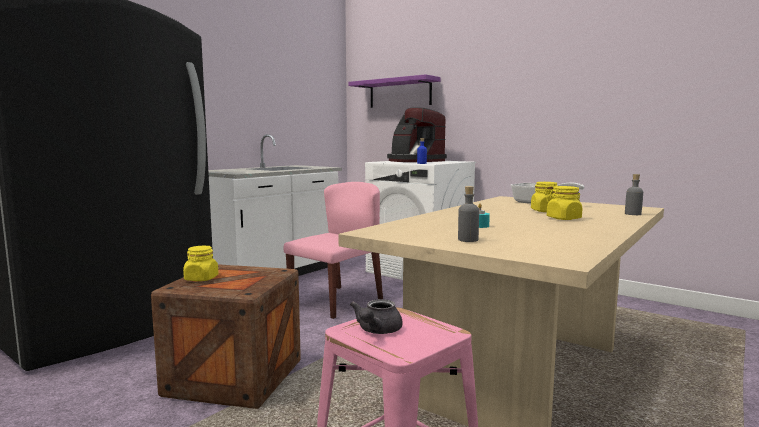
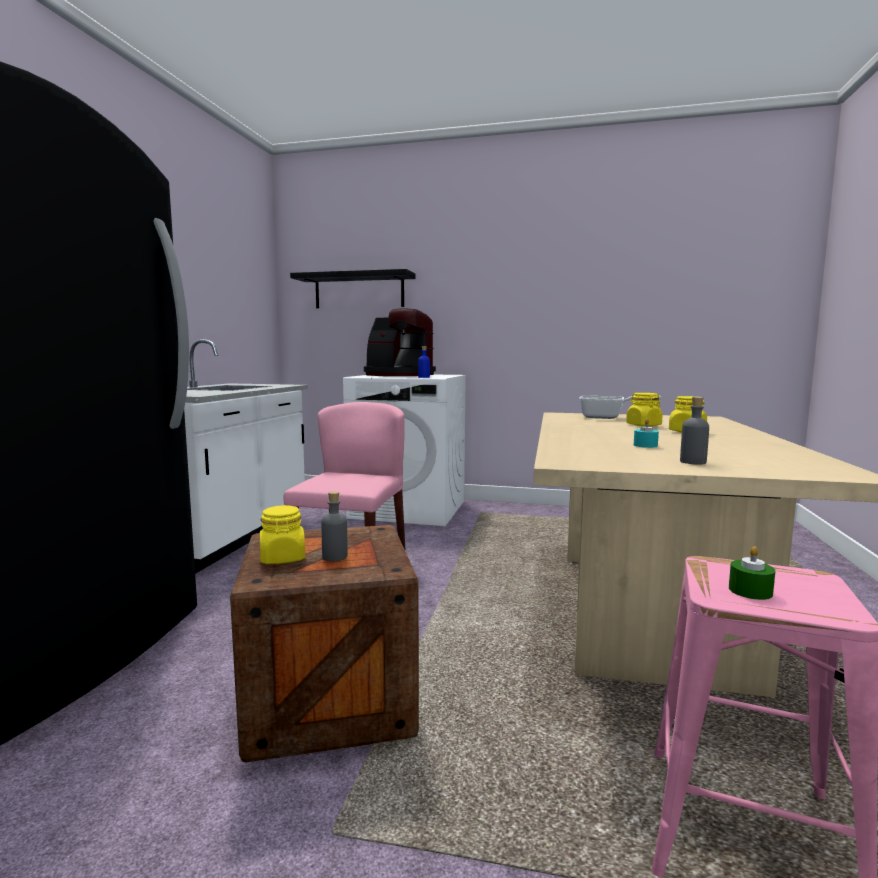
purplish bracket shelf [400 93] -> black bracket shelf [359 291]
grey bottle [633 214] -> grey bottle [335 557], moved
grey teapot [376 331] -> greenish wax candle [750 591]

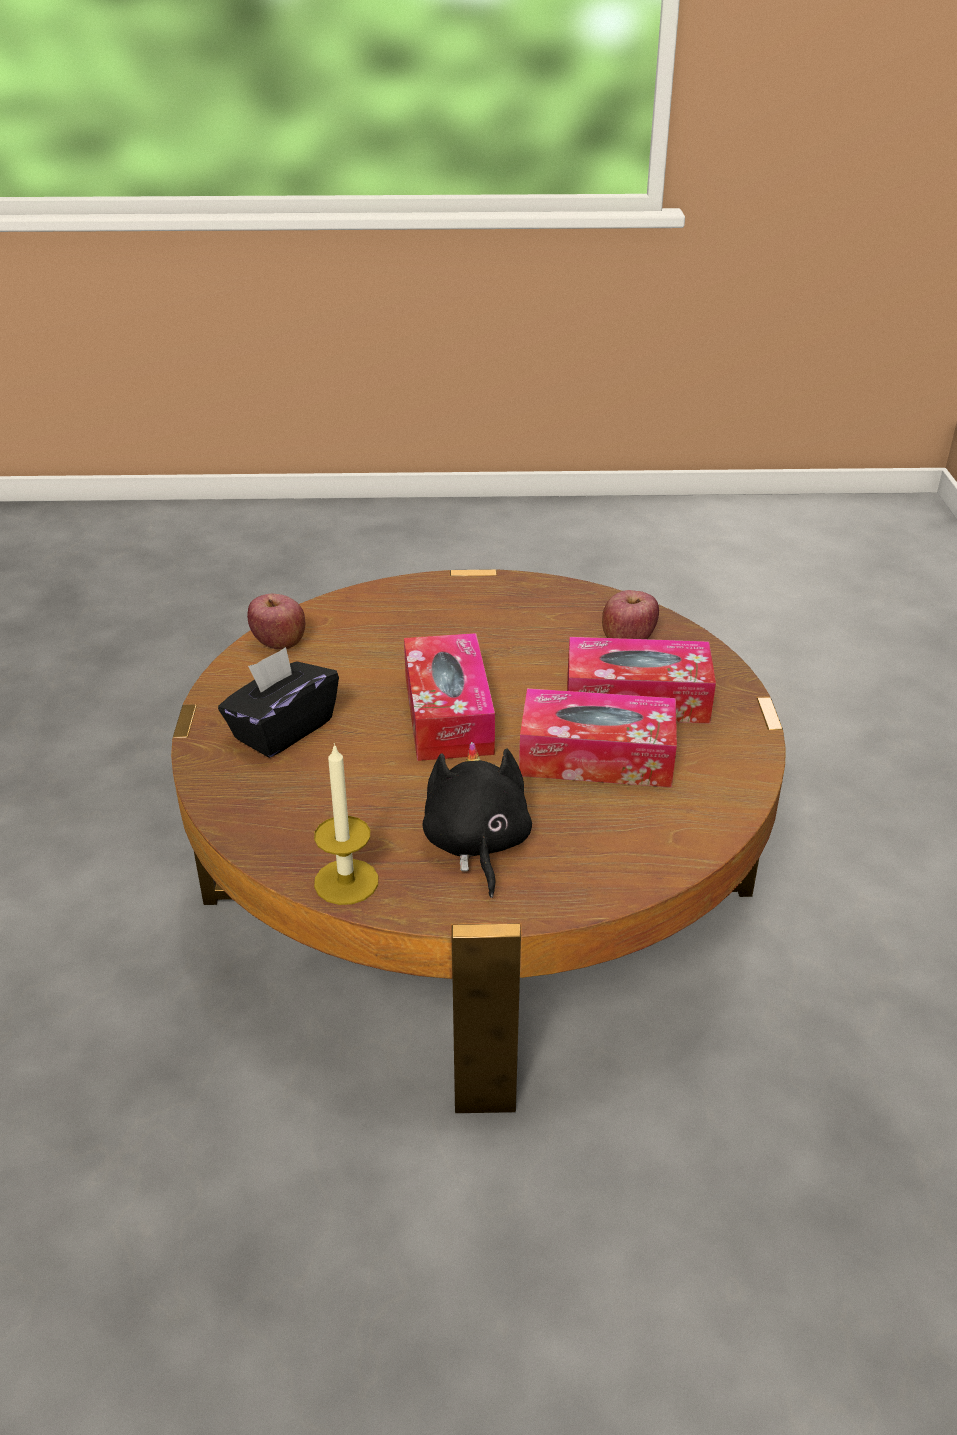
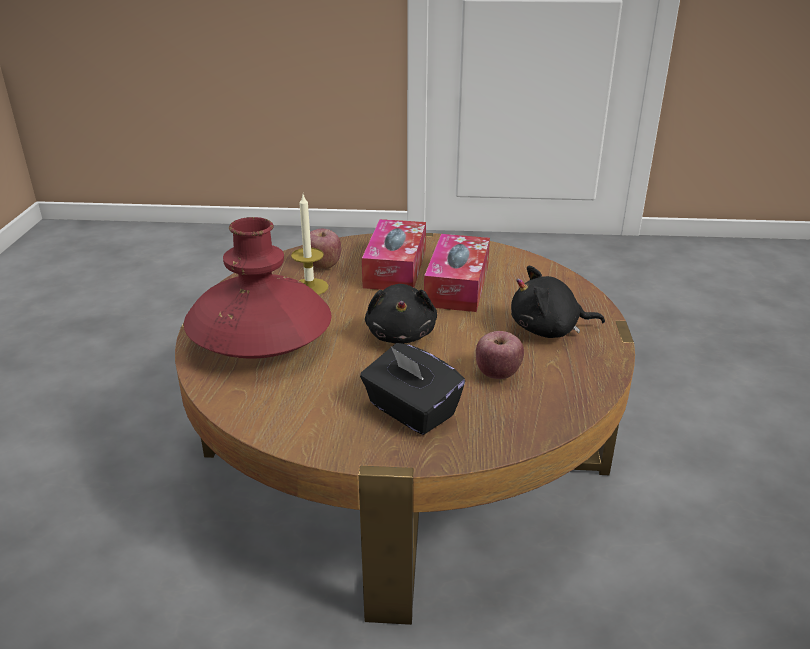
none -> red vase [261 341]
wax candle [346 882] -> wax candle [309 287], moved
tissue box [448 714] -> black plush toy [401 334]
apple [279 643] -> apple [498 374], moved

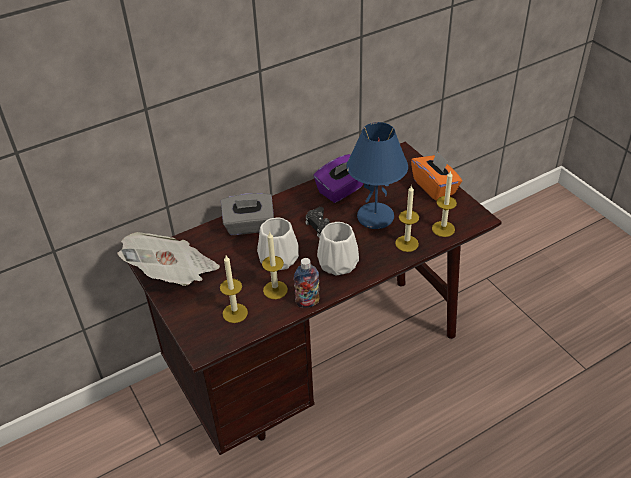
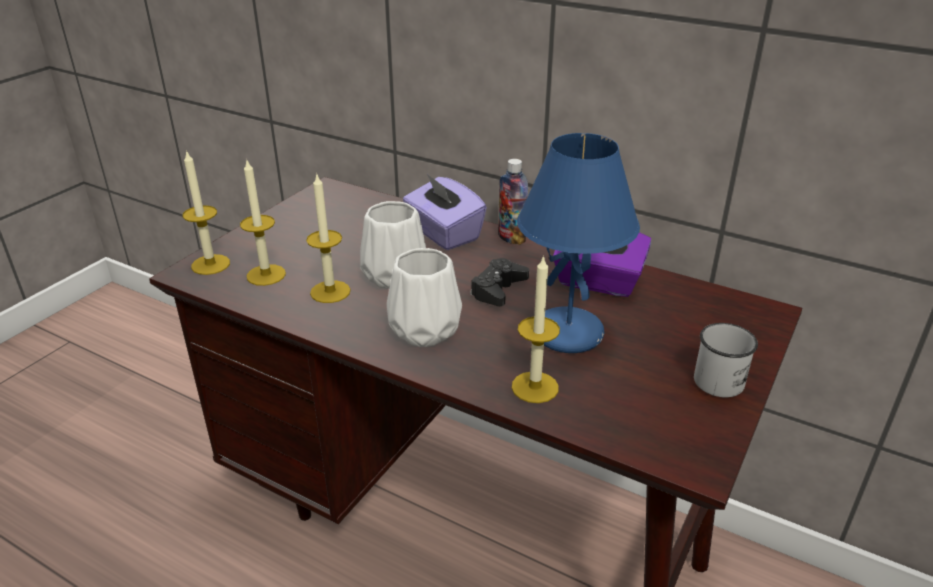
wax candle [443 229] -> wax candle [210 264], moved
grey tissue box [249 226] -> purplish tissue box [443 234]
bottle [307 302] -> bottle [511 238], moved
orangey tissue box [435 187] -> white coffee mug [721 377]
daily paper [174 275] -> none

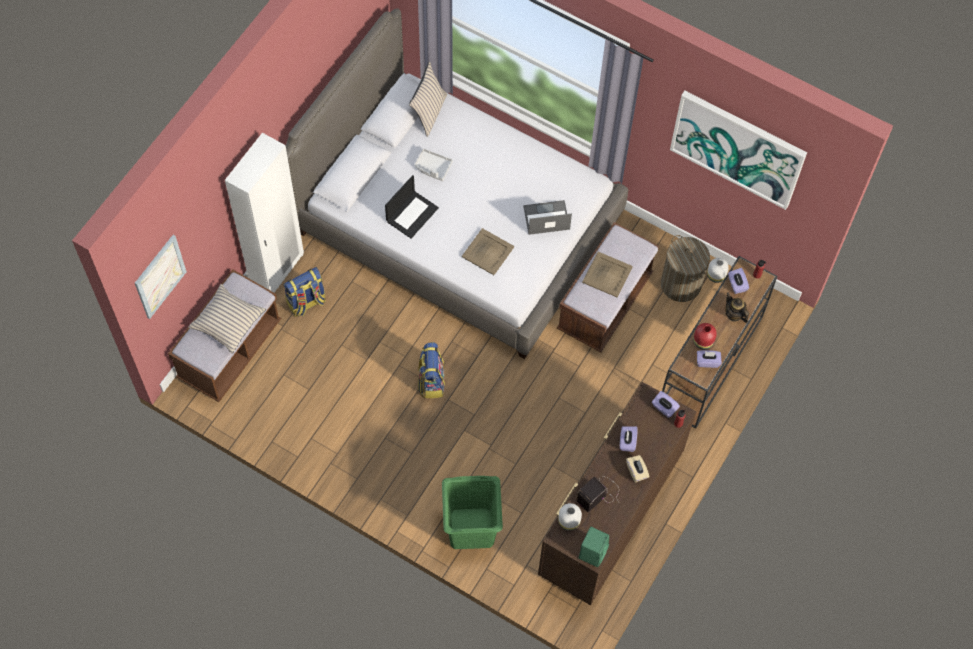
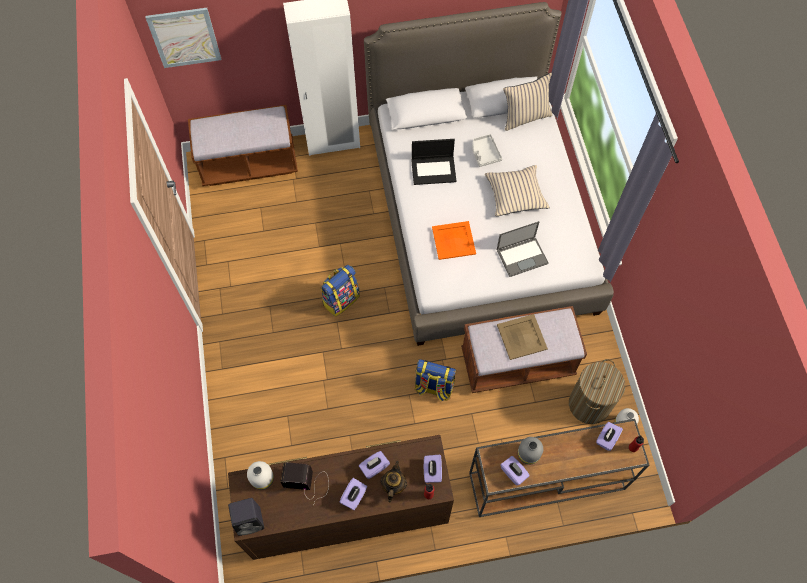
greenish audio speaker [593 552] -> black audio speaker [250 520]
sand-coloured tissue box [636 471] -> purplish tissue box [354 496]
teapot [734 314] -> teapot [393 485], moved
rucksack [306 303] -> rucksack [433 387], moved
sand-coloured carrying tray [487 252] -> orangey carrying tray [453 240]
sand-coloured pillow [227 322] -> sand-coloured pillow [515 194], moved
laptop [546 218] -> laptop [522 256], 120 degrees clockwise
red vase [703 341] -> grey vase [529 454]
greenish washing basket [472 528] -> none
wall art [737 148] -> none

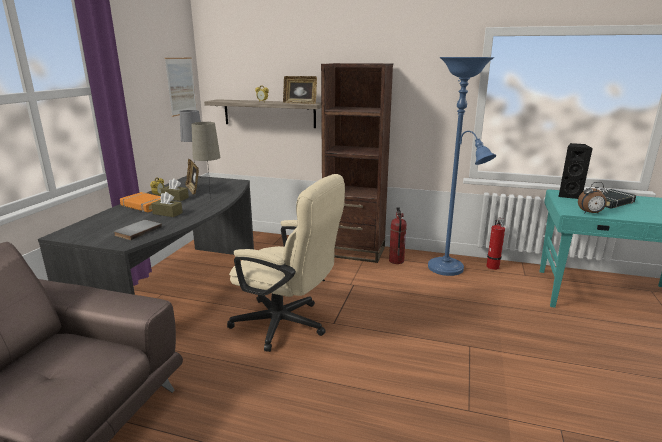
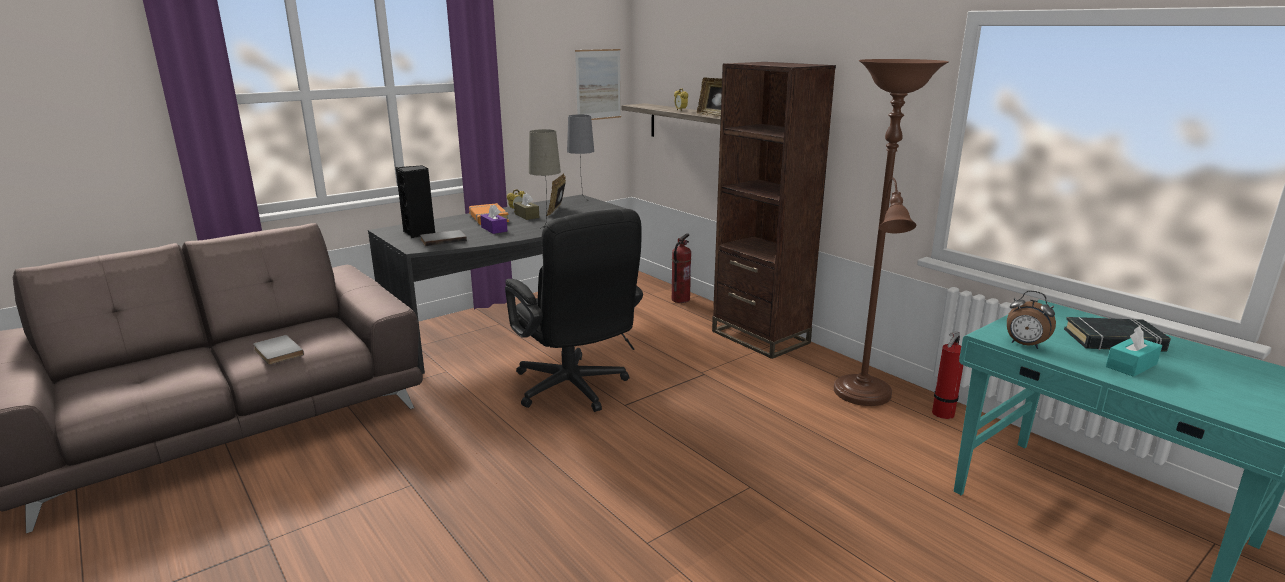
none -> grey bound book [276 352]
black audio speaker [569 195] -> black audio speaker [419 233], moved
brownish tissue box [167 213] -> purplish tissue box [494 229]
sand-coloured computer chair [287 325] -> black computer chair [575 390]
fire extinguisher [396 261] -> fire extinguisher [680 299], moved
blue-coloured floor lamp [449 269] -> brownish floor lamp [863 396]
none -> turquoise-coloured tissue box [1131 365]

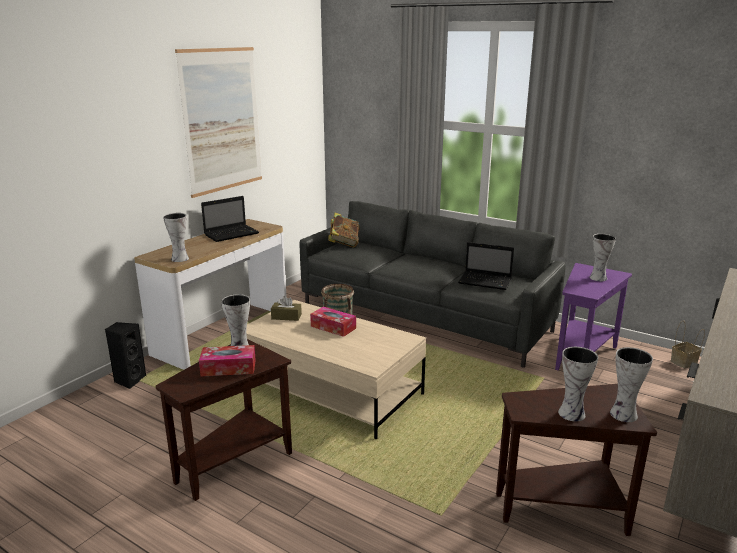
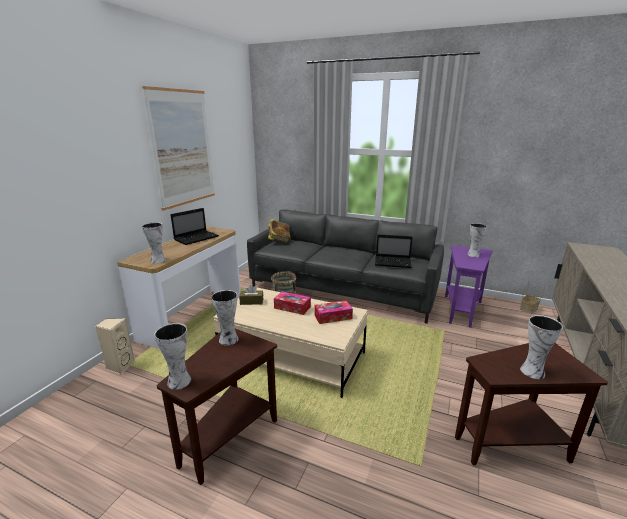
black audio speaker [129 380] -> sand-coloured audio speaker [120 366]
vase [622 414] -> vase [178 381], moved
tissue box [228 368] -> tissue box [333 317], moved

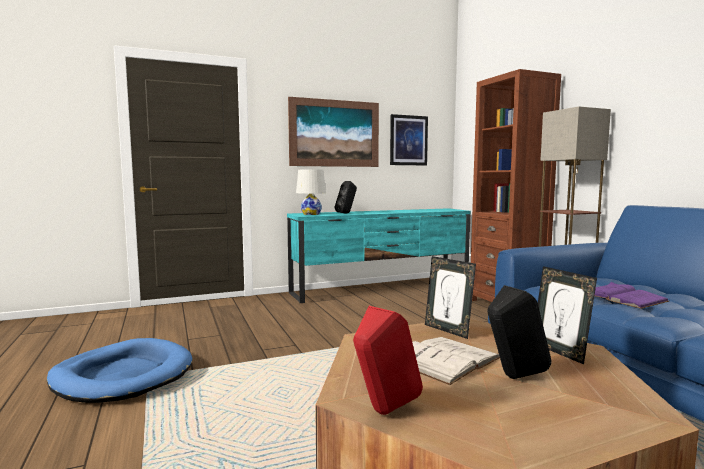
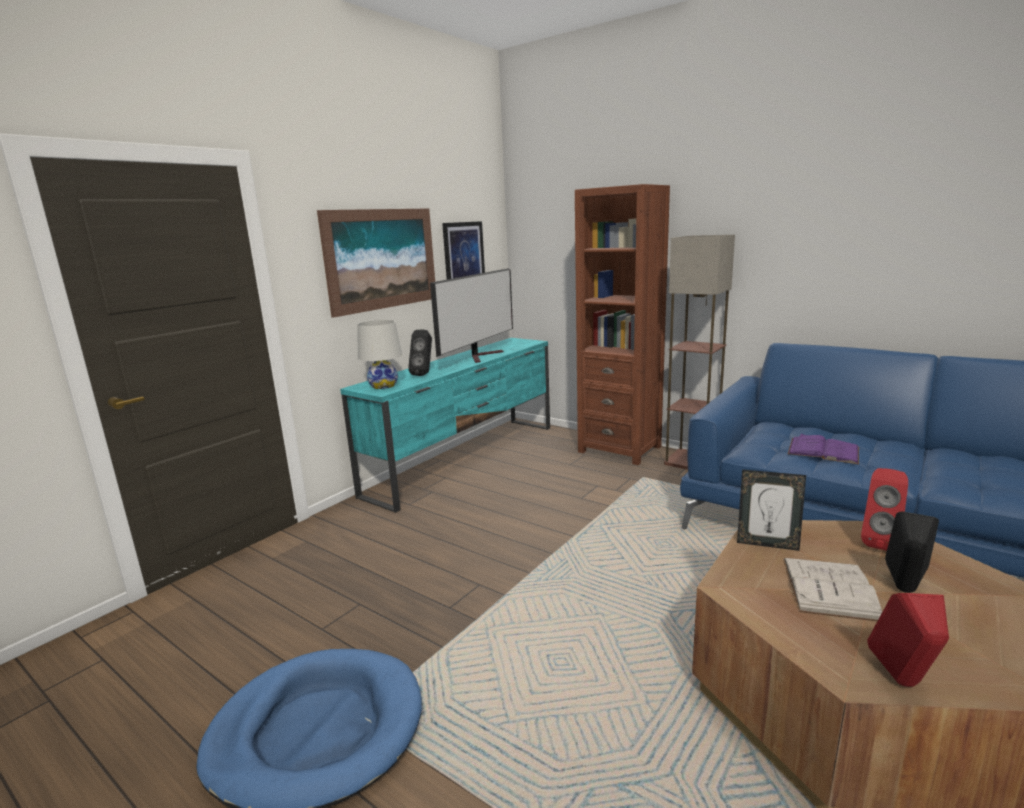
none -> television [482 356]
standing frame [559 352] -> red audio speaker [879 541]

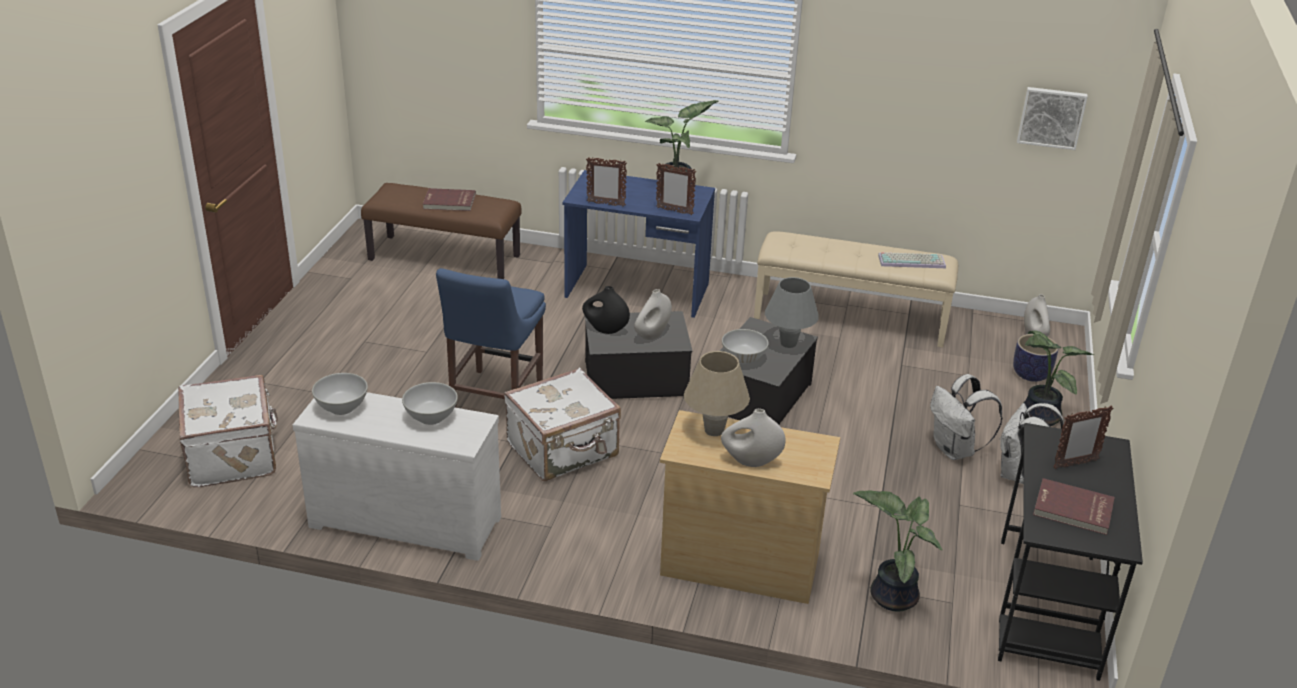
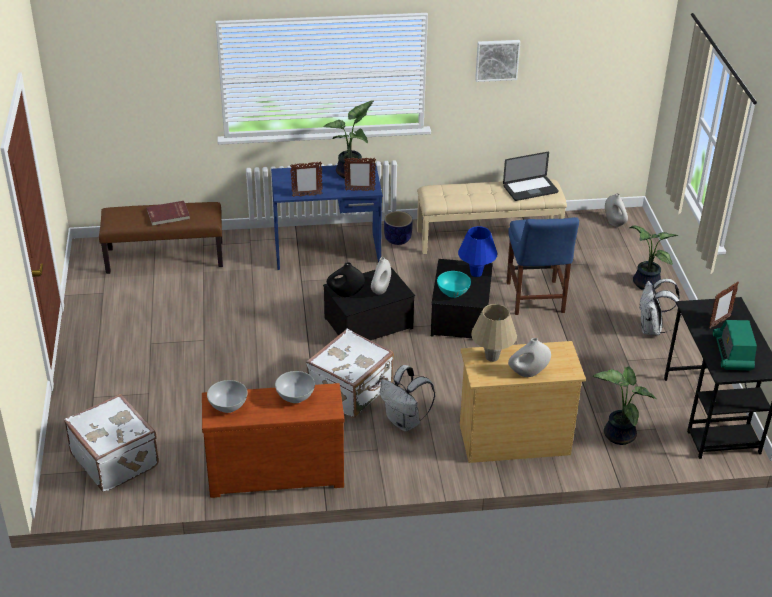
white chest of drawers [407 519] -> brownish chest of drawers [275 471]
white rucksack [955 450] -> white rucksack [405 422], moved
planter [1031 374] -> planter [398 239], moved
white deep dish [743 358] -> turquoise-coloured deep dish [453 292]
grey table lamp [788 343] -> blue-coloured table lamp [476 273]
wall art [1051 117] -> wall art [497 59], moved
PC keyboard [912 261] -> laptop [530 189]
blue-coloured plain chair [494 398] -> blue-coloured plain chair [535 300], moved
red bound book [1073 509] -> radio set [732 354]

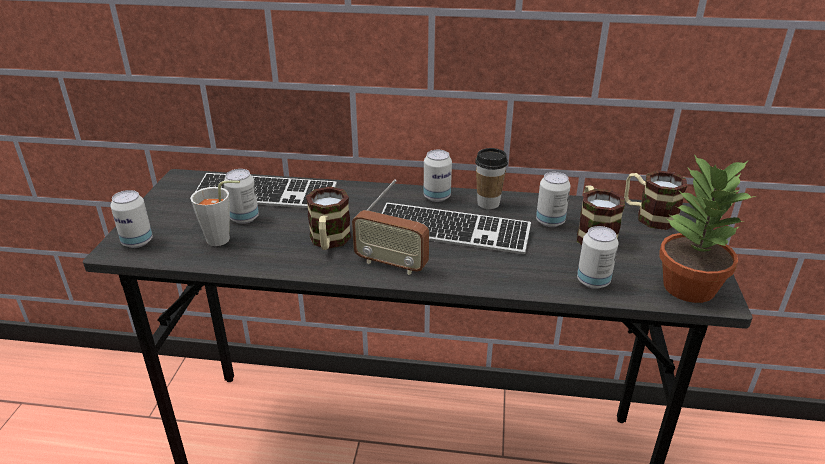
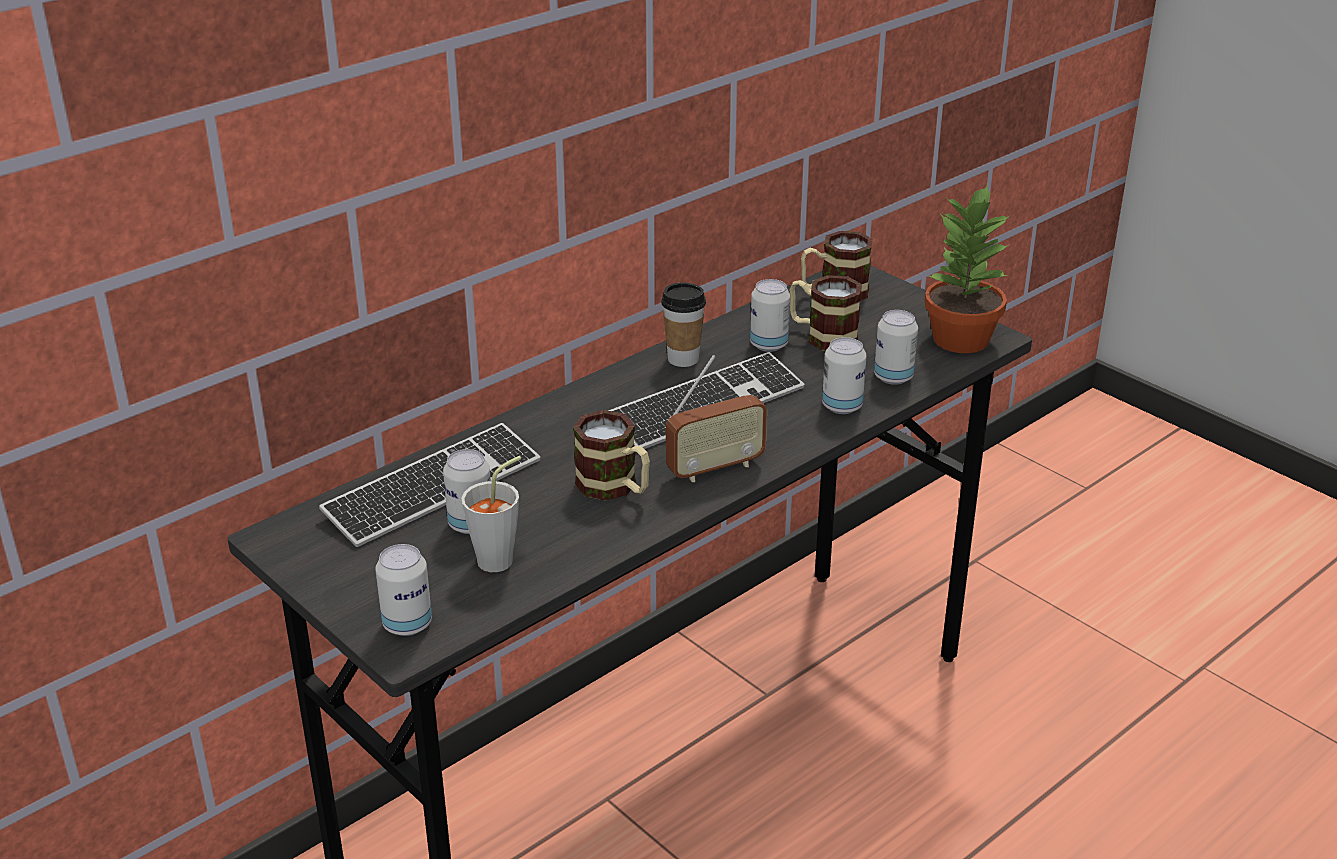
sealed can [437 197] -> sealed can [842 406], moved

